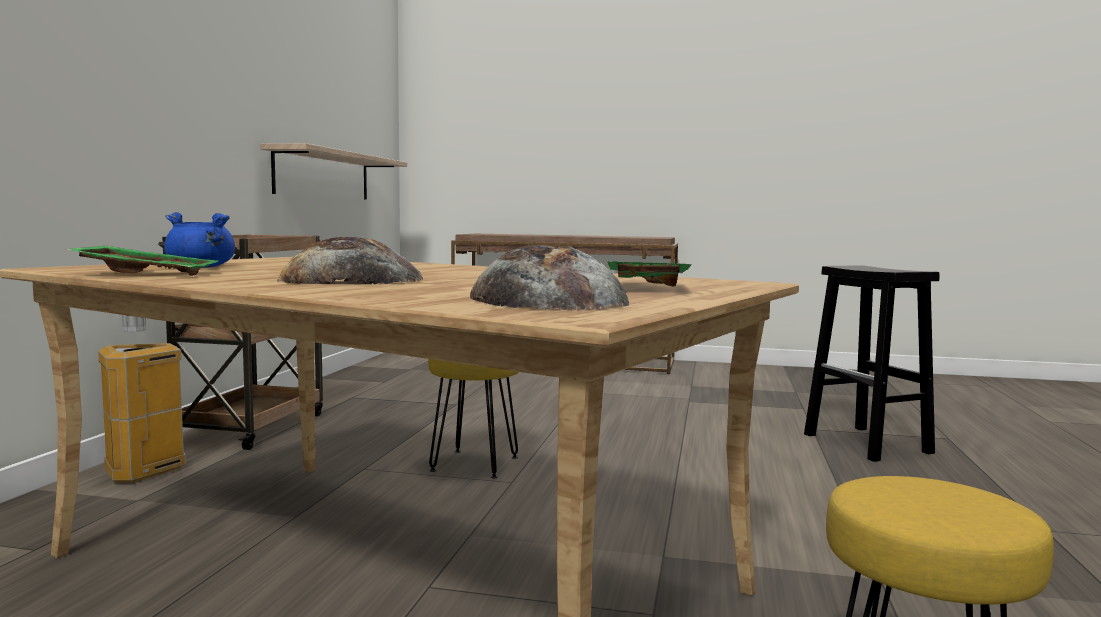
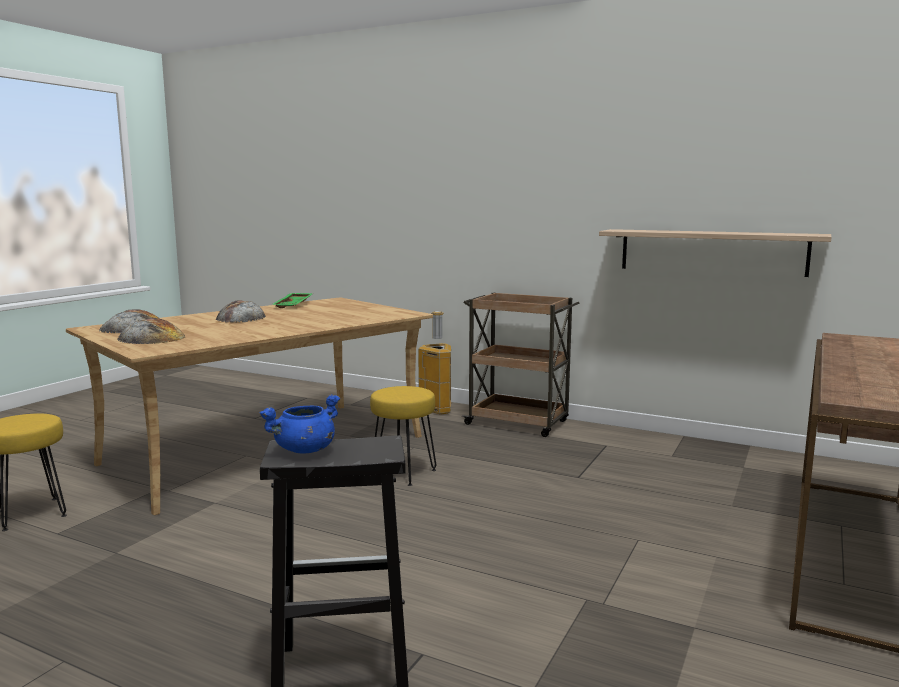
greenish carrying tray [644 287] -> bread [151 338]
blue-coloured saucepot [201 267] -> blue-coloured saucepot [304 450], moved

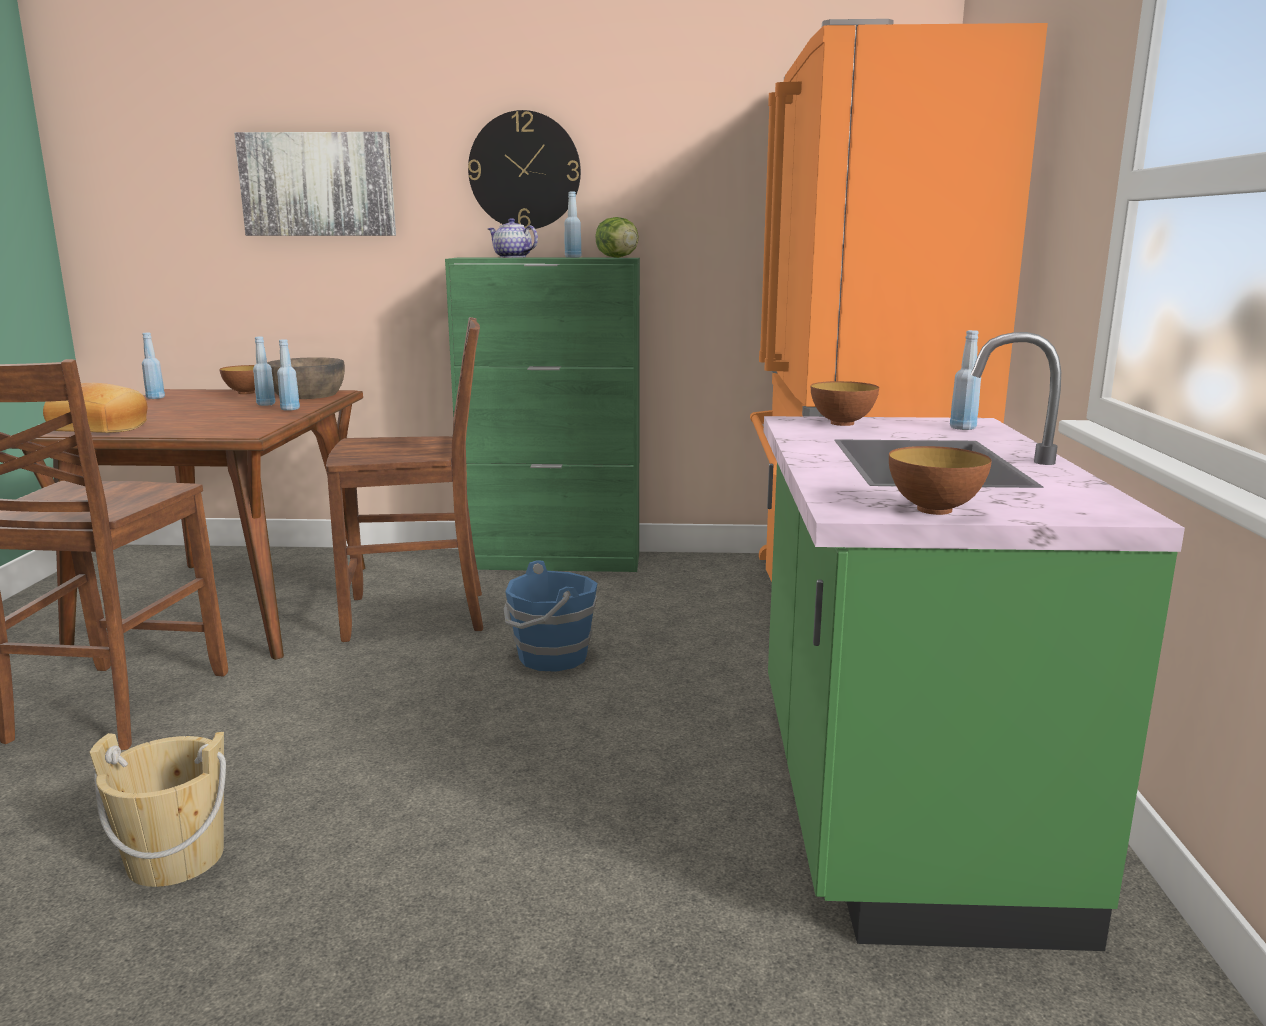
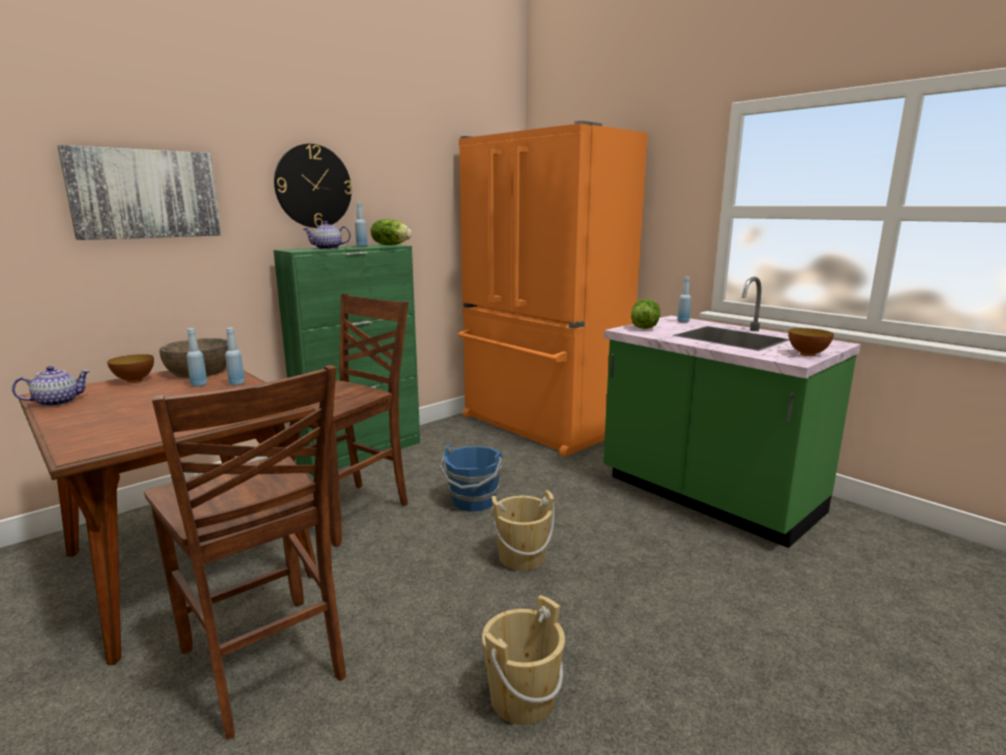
blue-coloured bottle [155 398] -> teapot [57 402]
none -> sand-coloured water bucket [522 557]
deep dish [842 423] -> lettuce head [644 327]
bread [101 428] -> none

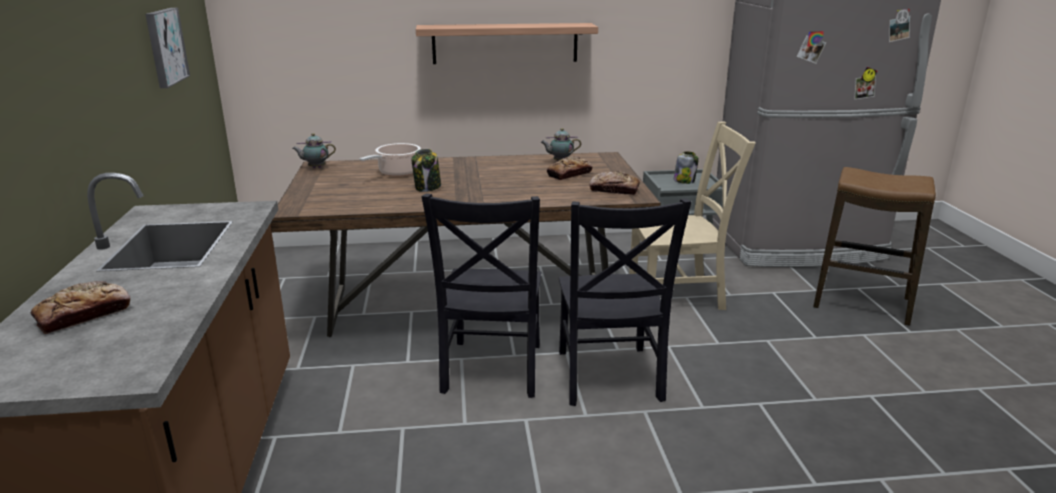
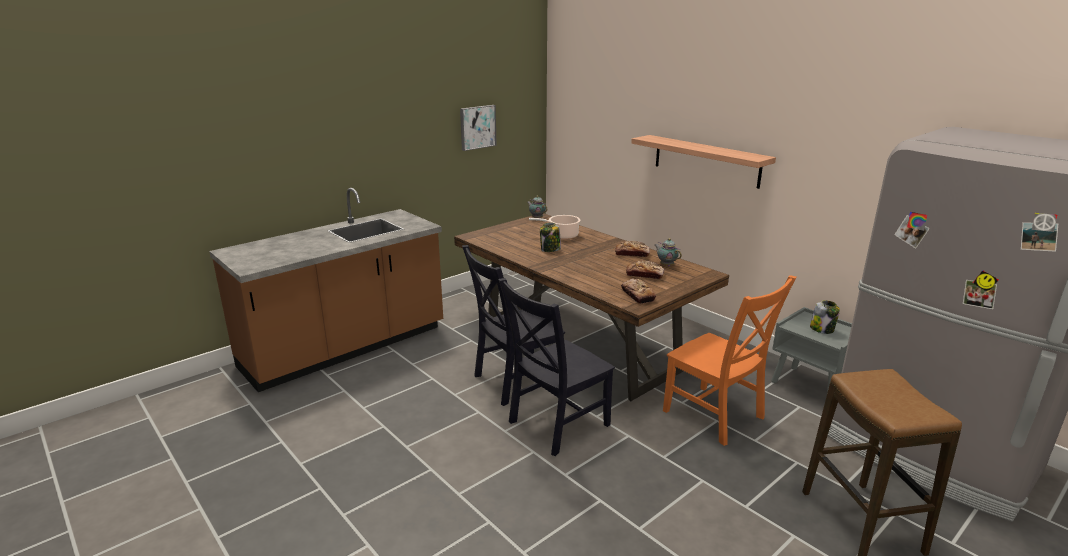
bread [84 315] -> bread [632 254], moved
sand-coloured plain chair [680 294] -> orangey plain chair [716 416]

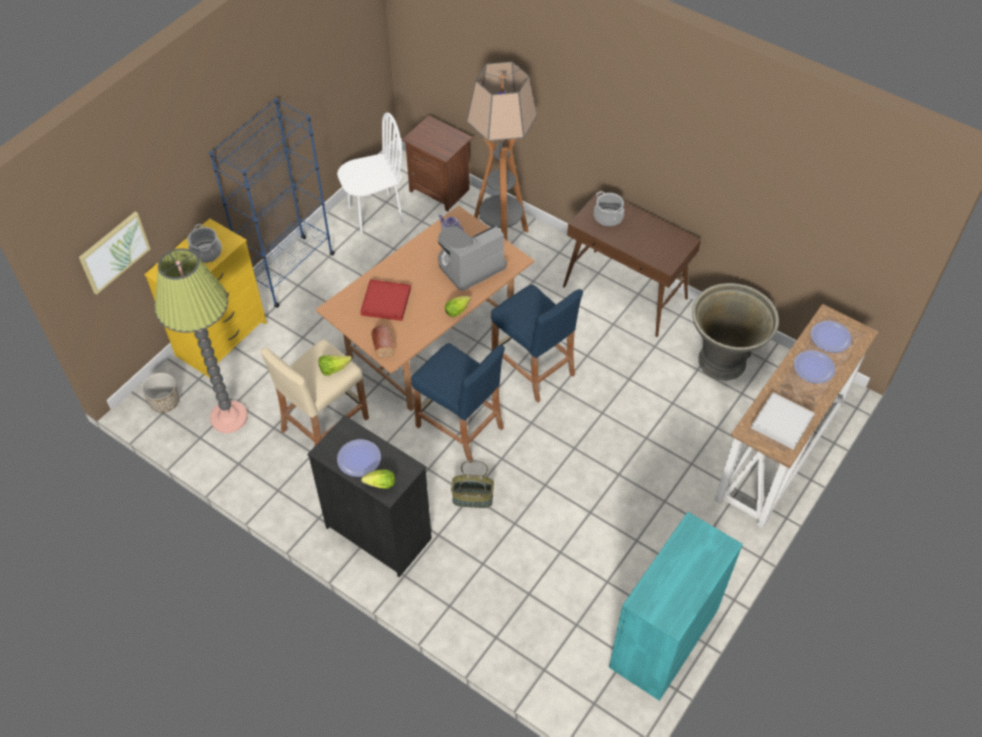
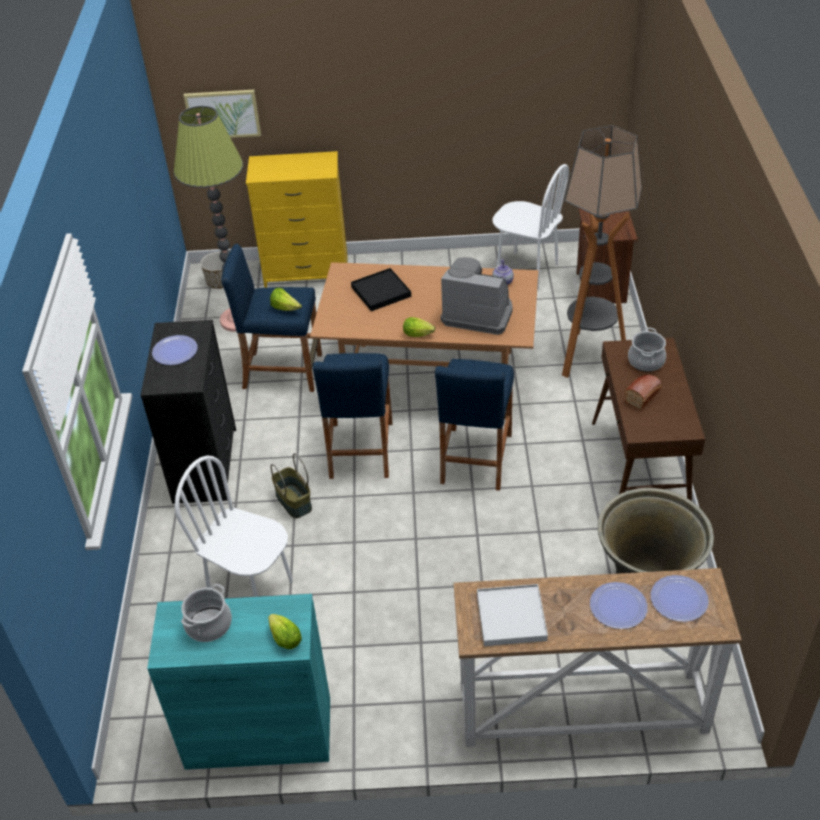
none -> white plain chair [251 590]
saucepot [206 252] -> saucepot [209 625], moved
sand-coloured stool seat [324 424] -> blue-coloured stool seat [282 371]
lettuce head [378 484] -> lettuce head [284 637], moved
red carrying tray [386 302] -> black carrying tray [381 292]
bread [382 344] -> bread [643 395], moved
blue-coloured bookcase [290 272] -> none

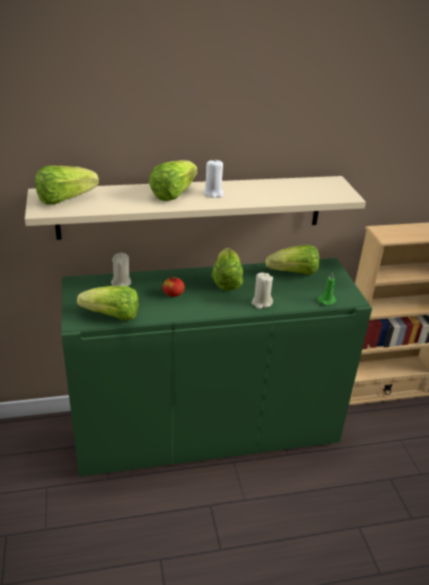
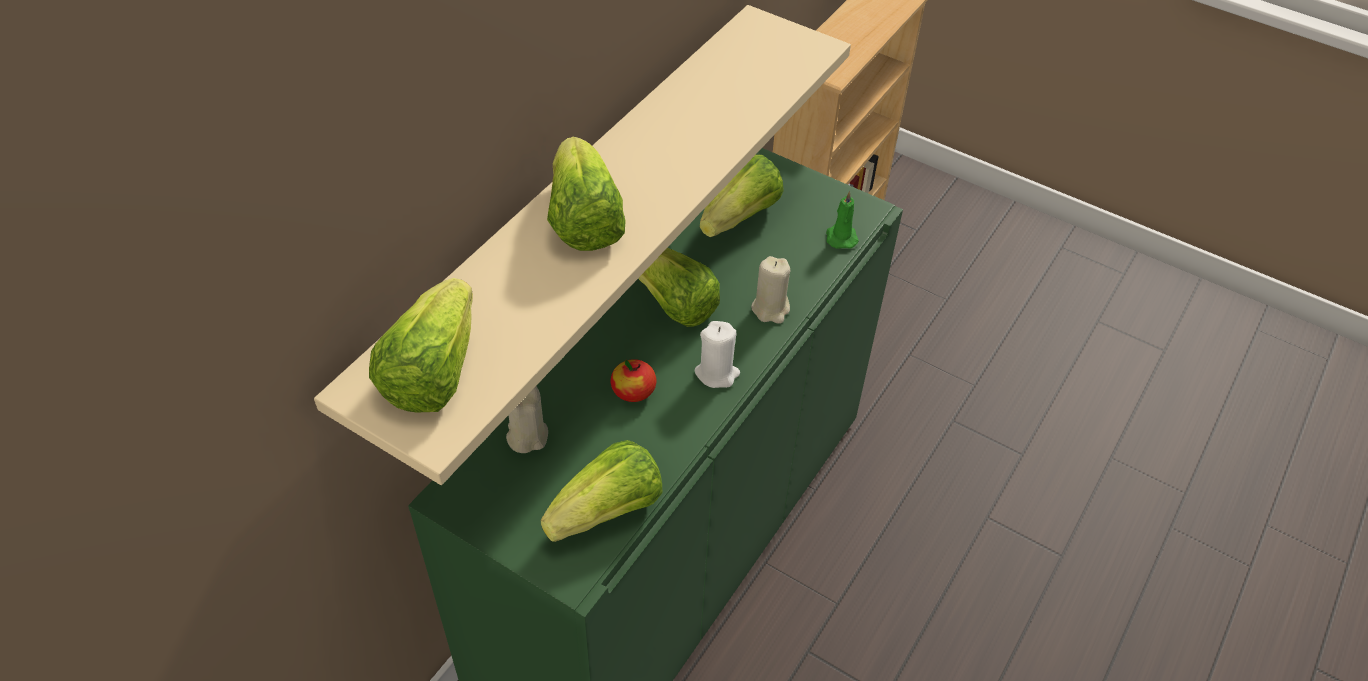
white wax candle [213 193] -> white wax candle [717 373], moved

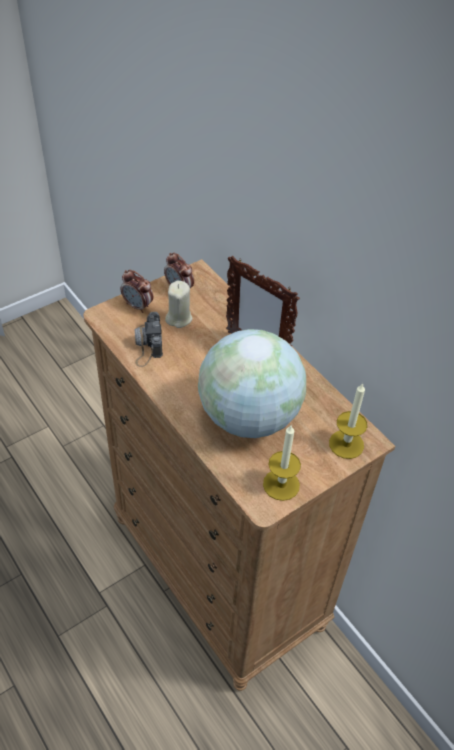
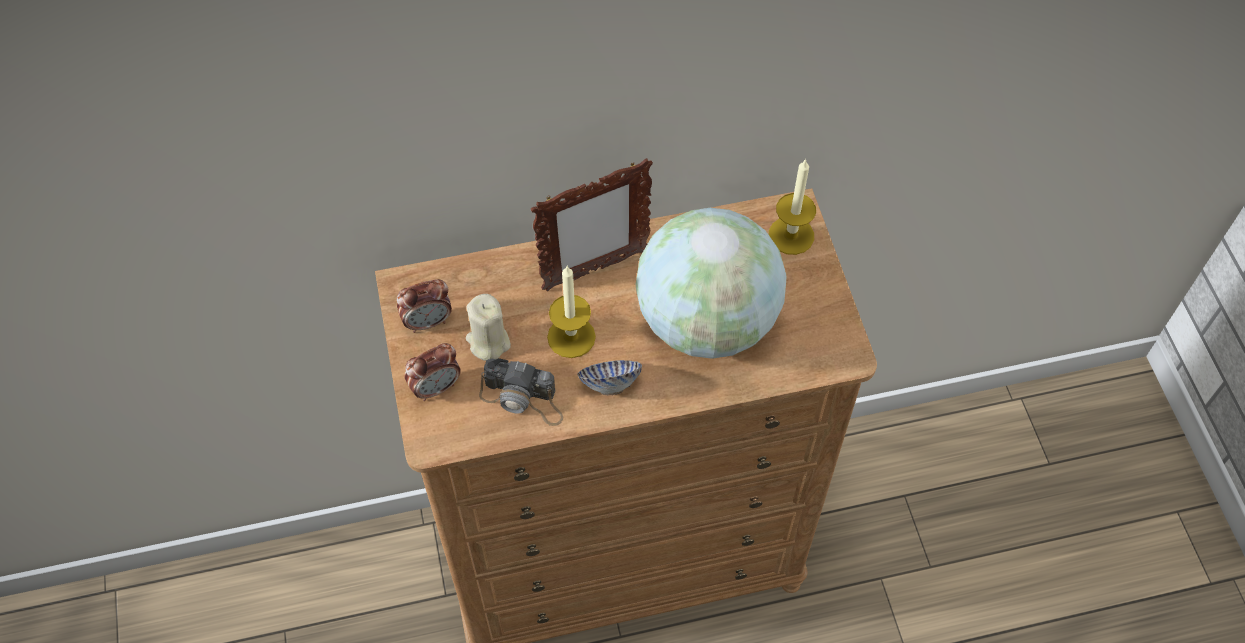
wax candle [281 484] -> wax candle [571 337], moved
none -> deep dish [610 384]

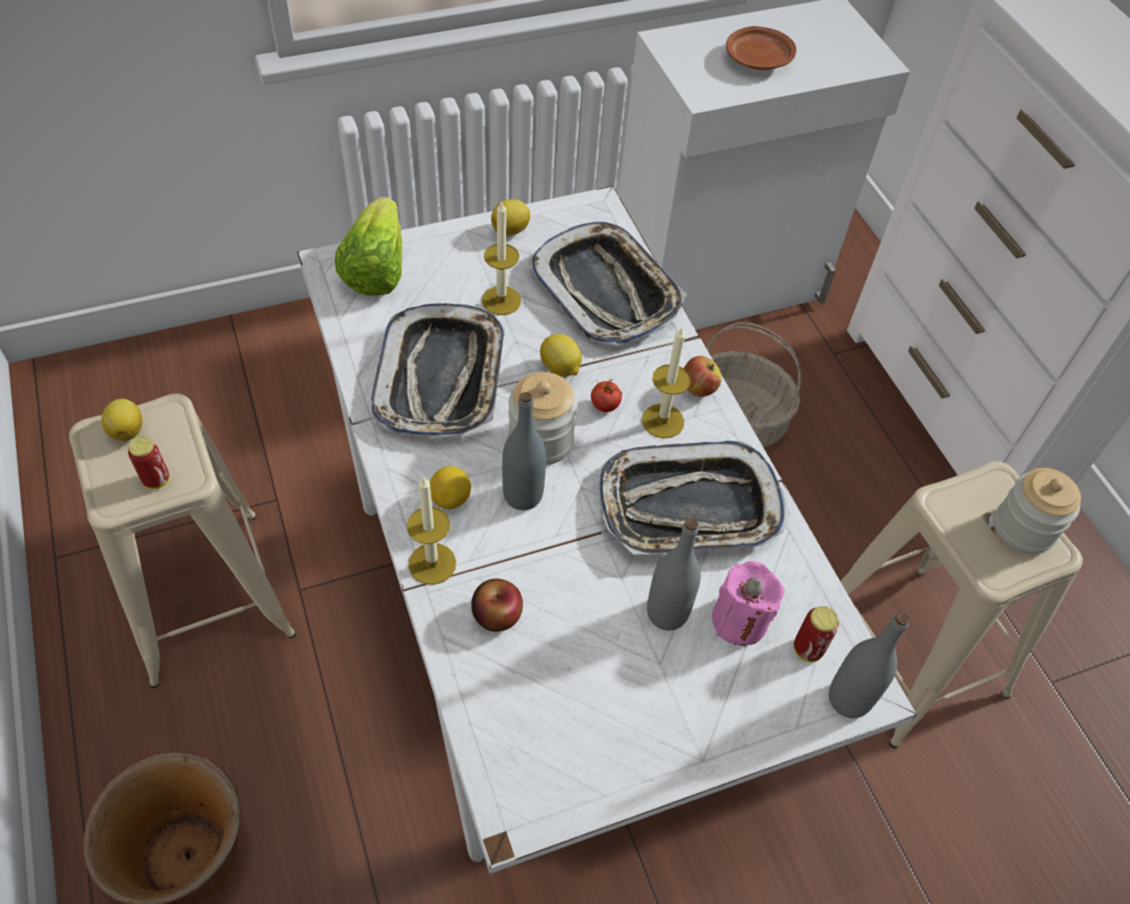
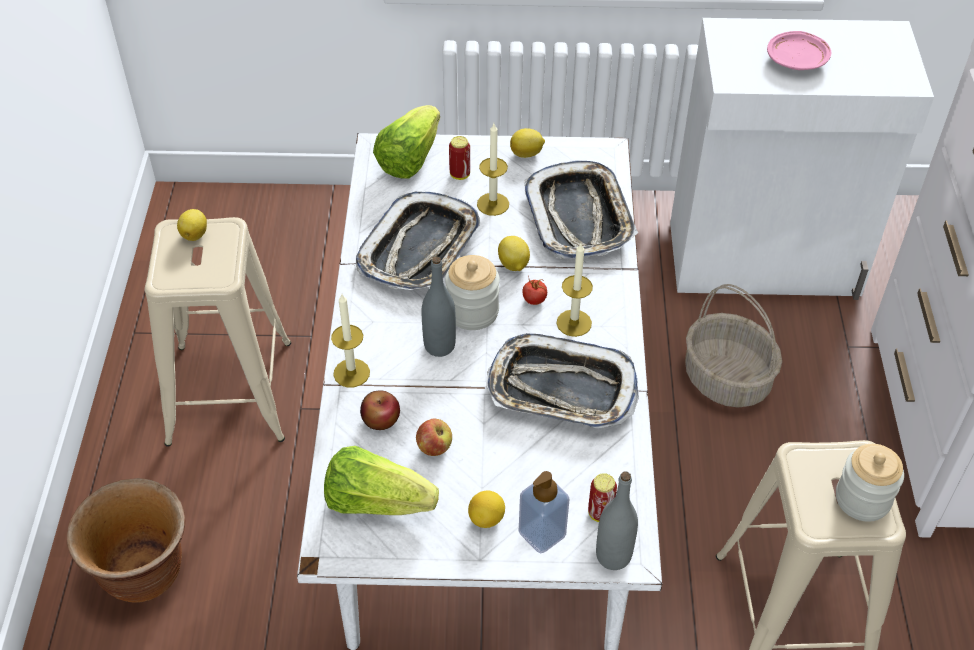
none -> lettuce head [376 502]
apple [698 388] -> apple [434 447], moved
sealed can [156 480] -> sealed can [460 175], moved
citrus fruit [451 498] -> citrus fruit [487 518], moved
none -> soap bottle [542 534]
brownish flat dish [758 59] -> pink-coloured flat dish [797 60]
grey bottle [667 613] -> none
pink-coloured wax candle [739 620] -> none

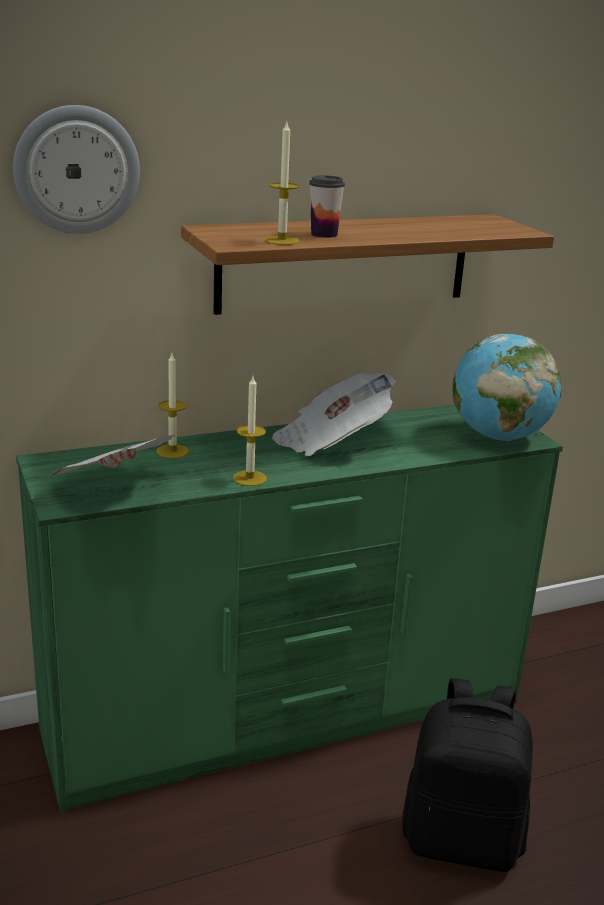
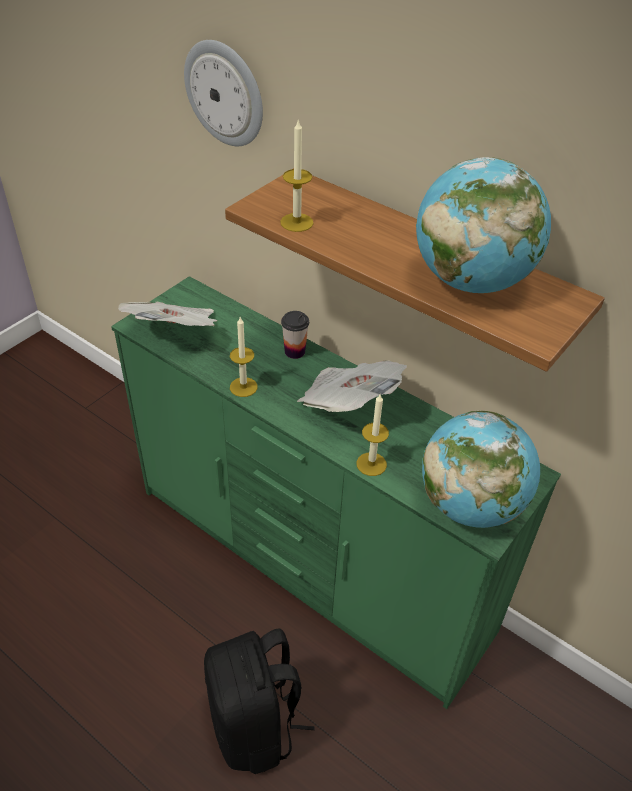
cup [324 234] -> cup [294 351], moved
wax candle [172 451] -> wax candle [371 464], moved
none -> world globe [471 281]

